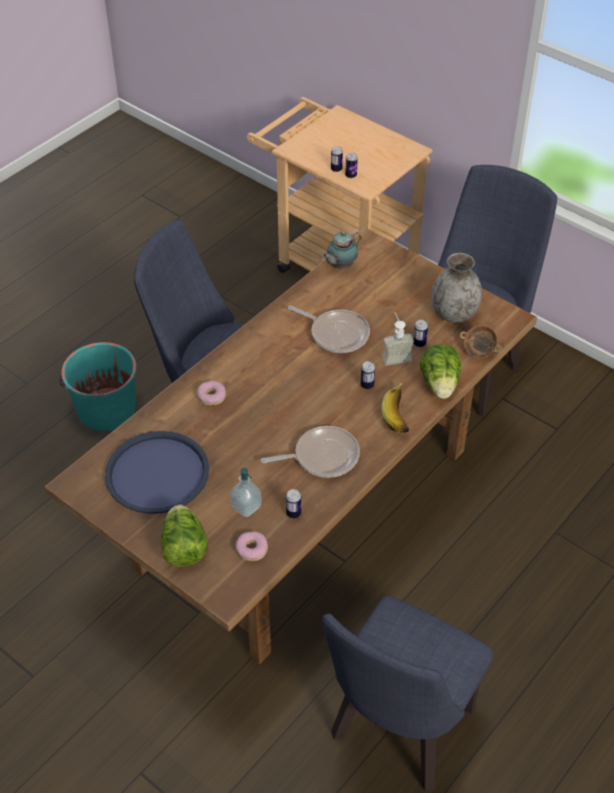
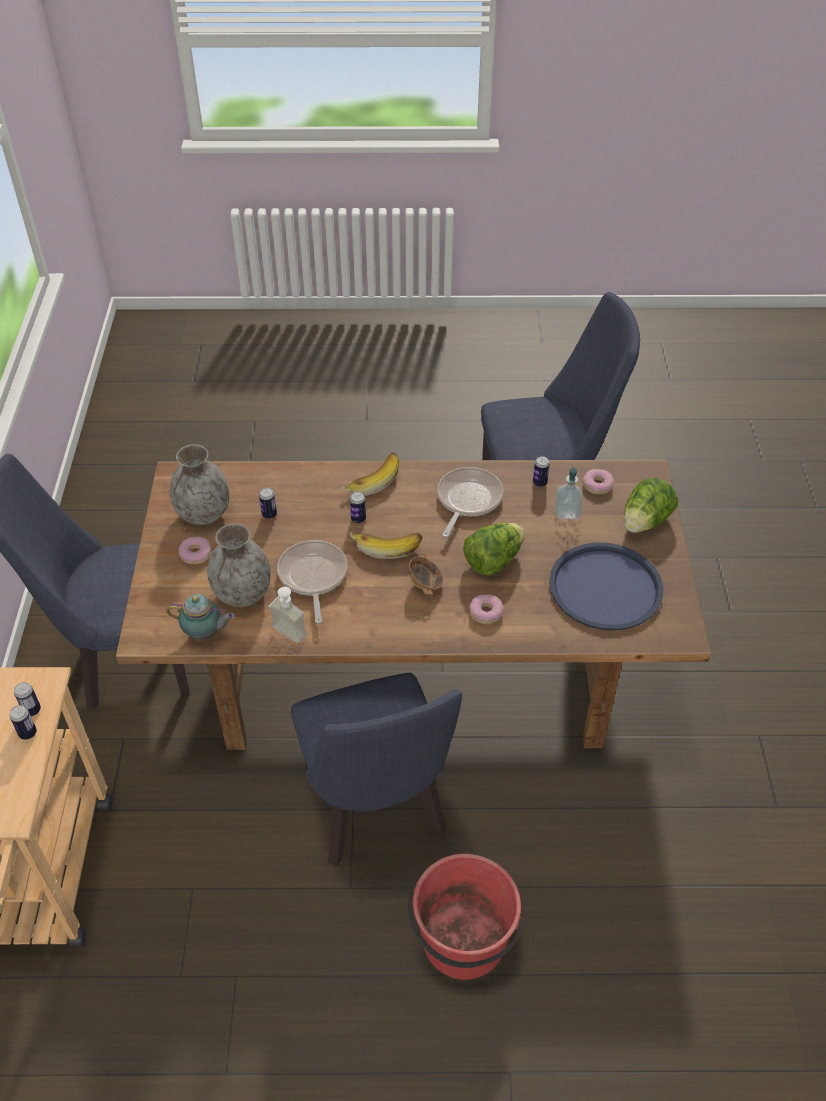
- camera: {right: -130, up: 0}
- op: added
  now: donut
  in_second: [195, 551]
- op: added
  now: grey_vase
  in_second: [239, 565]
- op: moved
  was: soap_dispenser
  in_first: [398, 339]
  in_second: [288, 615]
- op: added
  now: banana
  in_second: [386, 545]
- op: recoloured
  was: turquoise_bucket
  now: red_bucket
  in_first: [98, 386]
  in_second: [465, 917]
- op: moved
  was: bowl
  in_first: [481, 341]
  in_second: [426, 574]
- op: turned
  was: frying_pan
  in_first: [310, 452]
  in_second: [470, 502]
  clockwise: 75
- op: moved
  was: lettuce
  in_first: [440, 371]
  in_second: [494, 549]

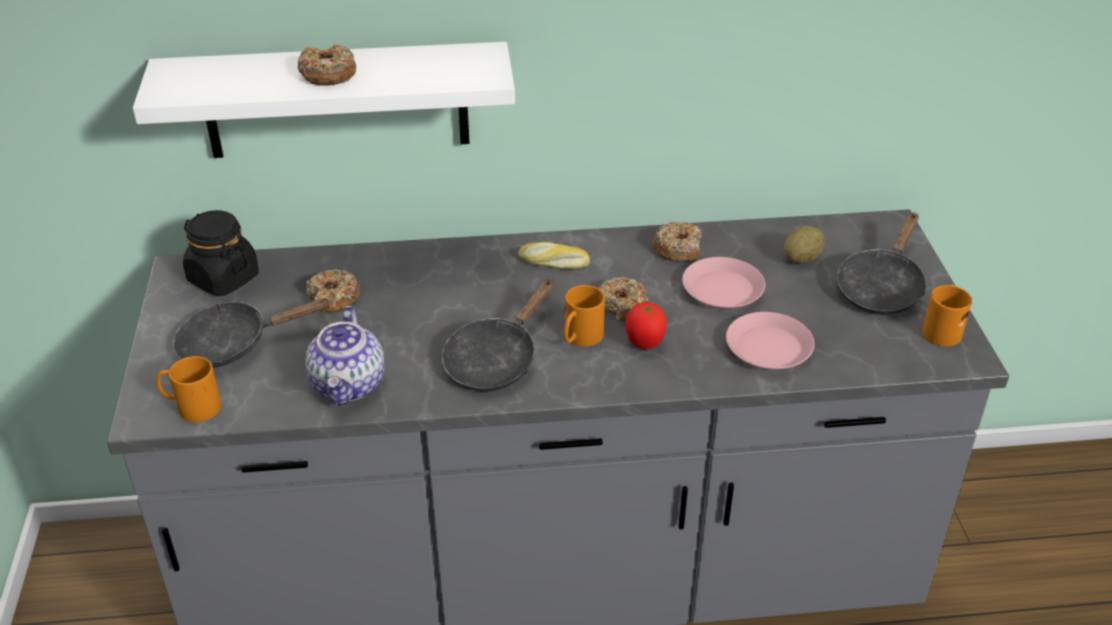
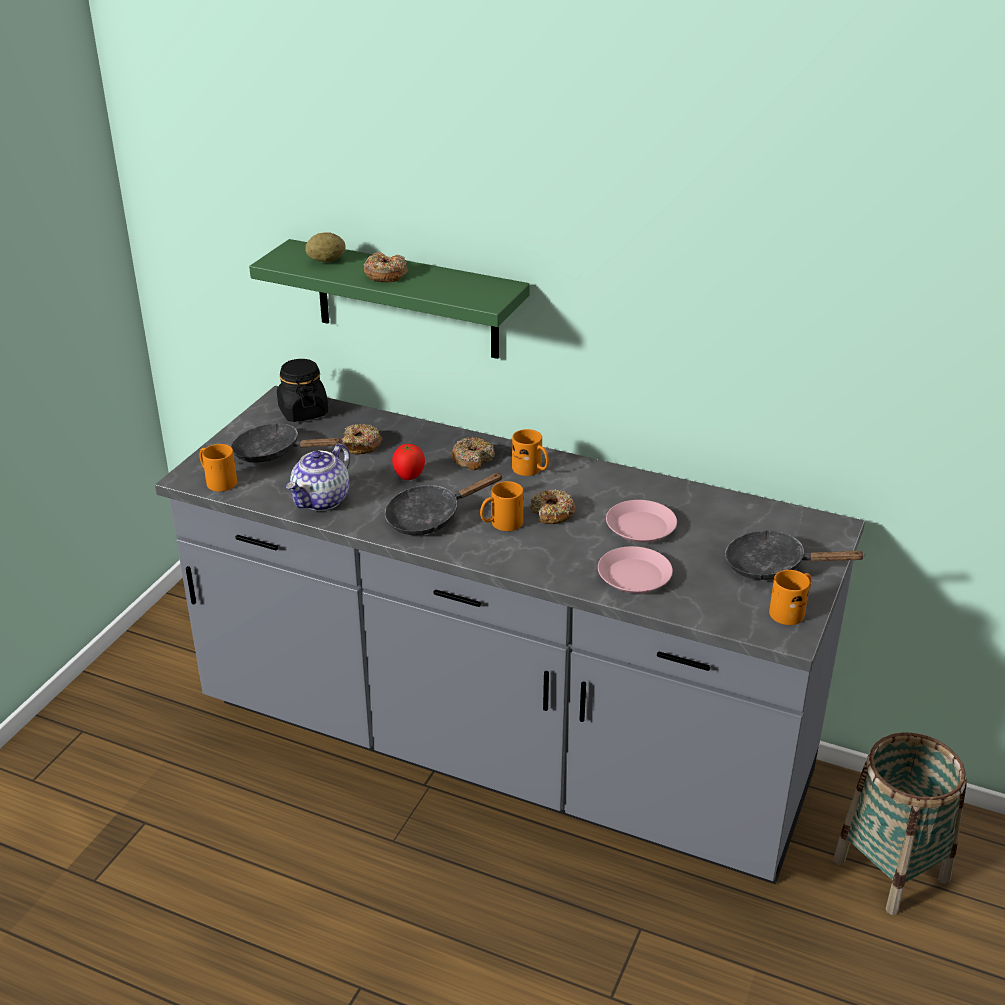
- camera: {right: 30, up: -5}
- op: recoloured
  was: white_shelf
  now: green_shelf
  in_first: [324, 100]
  in_second: [389, 299]
- op: moved
  was: potato
  in_first: [804, 244]
  in_second: [325, 247]
- op: moved
  was: tomato
  in_first: [646, 325]
  in_second: [408, 462]
- op: moved
  was: donut
  in_first: [677, 242]
  in_second: [473, 453]
- op: replaced
  was: bread
  now: orange_mug
  in_first: [554, 255]
  in_second: [530, 452]
- op: turned
  was: black_frying_pan
  in_first: [881, 263]
  in_second: [795, 555]
  clockwise: 45
- op: added
  now: basket
  in_second: [900, 823]

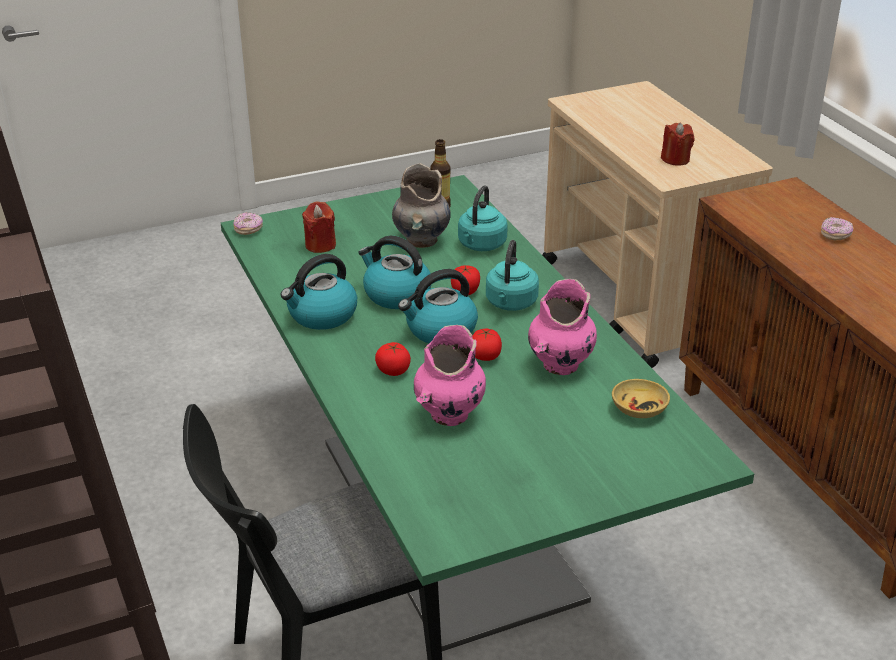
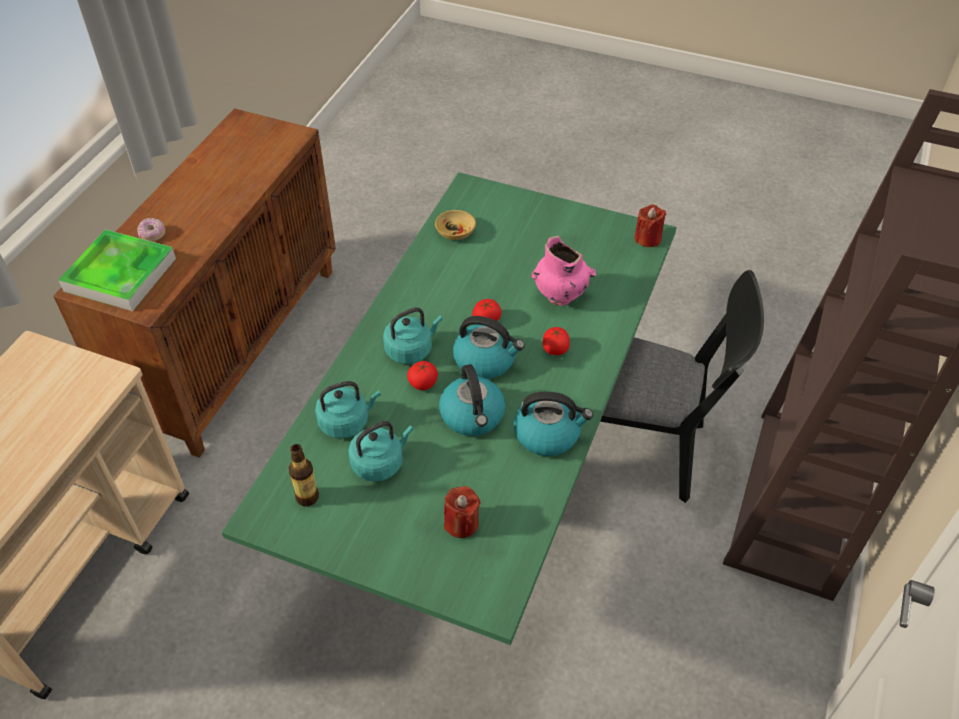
- camera: {right: -135, up: 15}
- op: added
  now: tray
  in_second: [117, 270]
- op: replaced
  was: grey_vase
  now: turquoise_kettle
  in_first: [421, 205]
  in_second: [380, 451]
- op: moved
  was: red_candle
  in_first: [677, 144]
  in_second: [650, 225]
- op: removed
  was: donut
  in_first: [248, 223]
- op: removed
  was: pink_vase
  in_first: [562, 327]

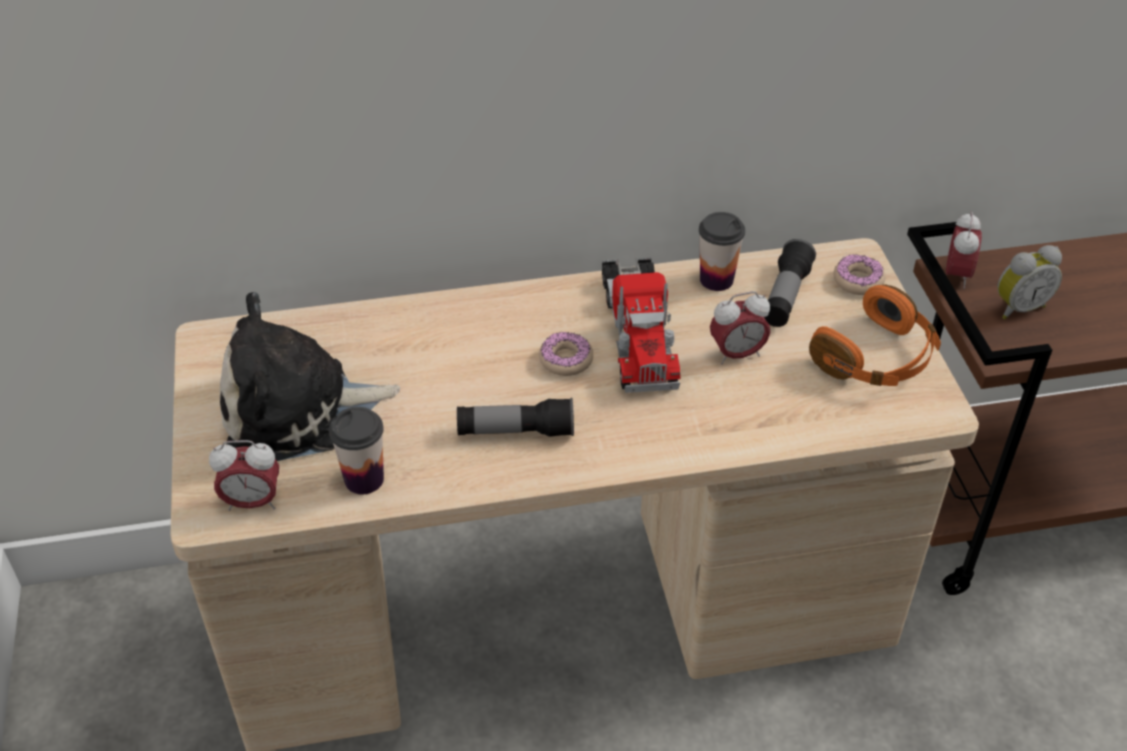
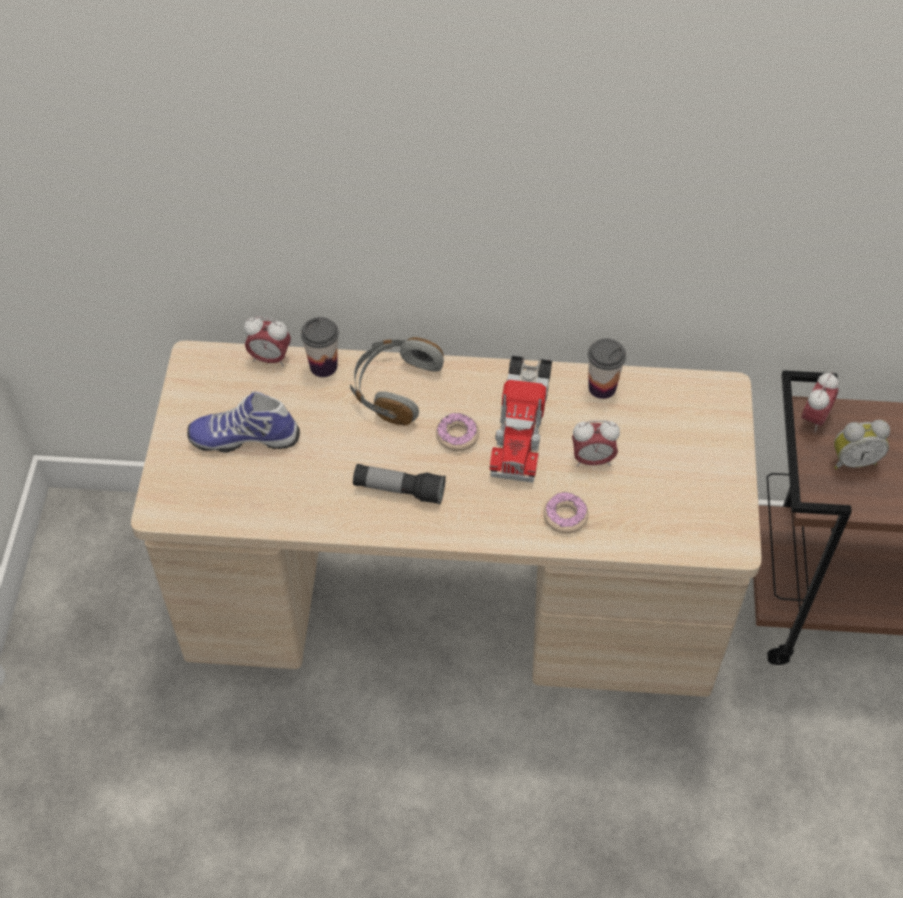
- camera: {right: 15, up: 10}
- op: replaced
  was: plush_toy
  now: shoe
  in_first: [310, 376]
  in_second: [243, 422]
- op: moved
  was: alarm_clock
  in_first: [244, 475]
  in_second: [267, 341]
- op: moved
  was: cup
  in_first: [356, 451]
  in_second: [320, 347]
- op: added
  now: grey_headphones
  in_second: [397, 381]
- op: moved
  was: donut
  in_first: [859, 274]
  in_second: [566, 513]
- op: removed
  was: flashlight
  in_first: [790, 283]
- op: removed
  was: orange_headphones
  in_first: [875, 335]

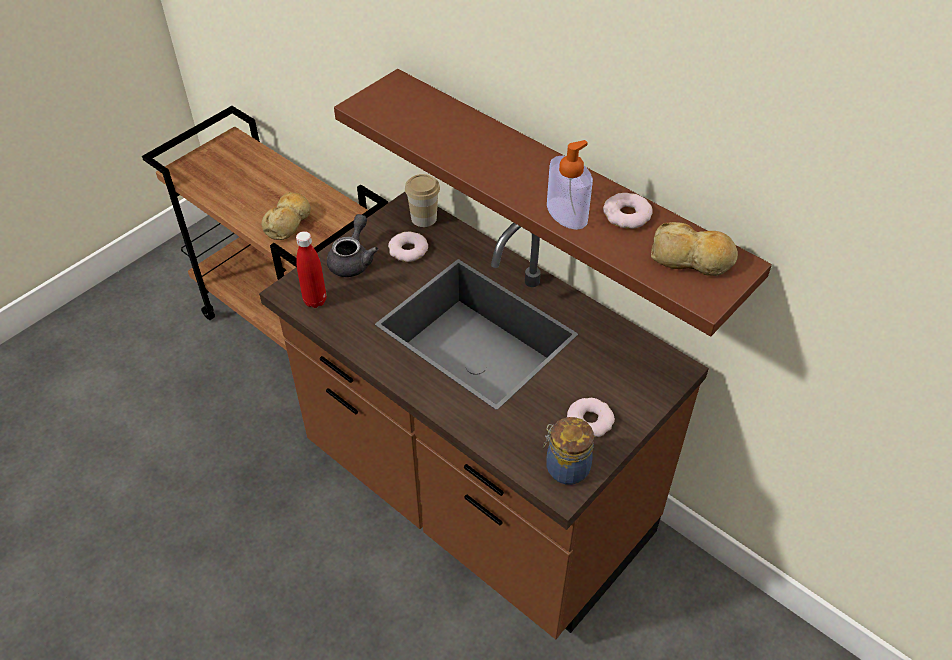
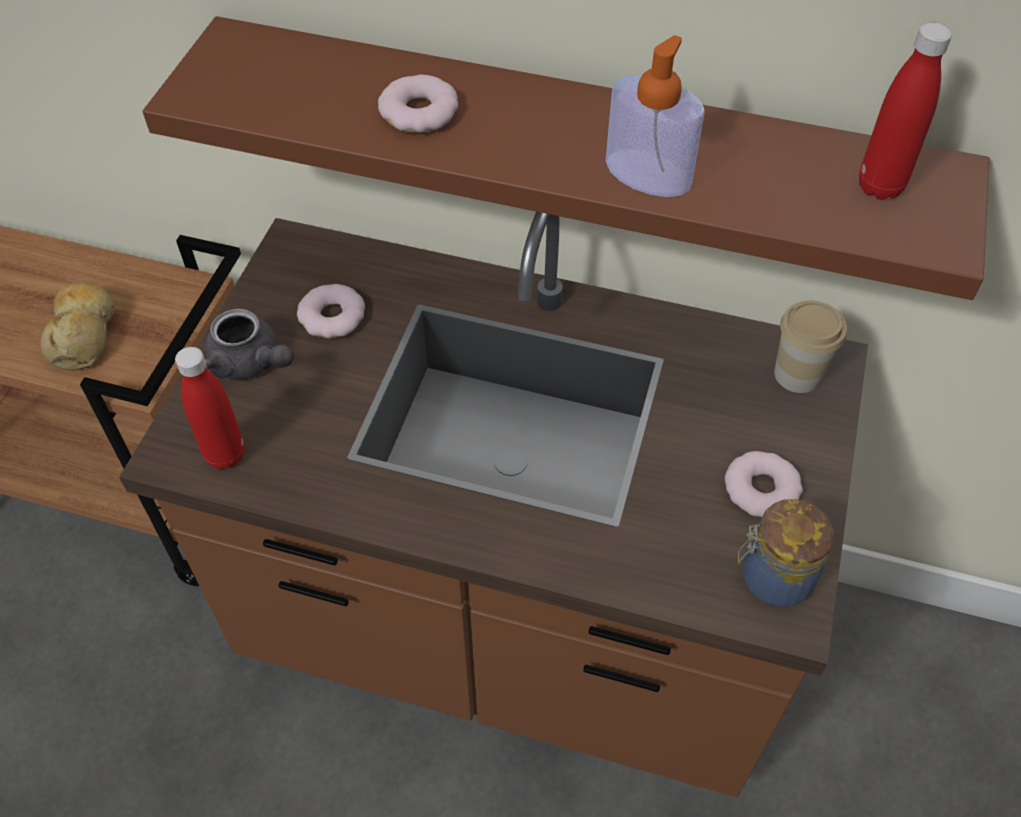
- camera: {right: -25, up: 5}
- op: turned
  was: grey_teapot
  in_first: [352, 245]
  in_second: [249, 344]
  clockwise: 135
- op: moved
  was: donut
  in_first: [628, 211]
  in_second: [418, 103]
- op: moved
  was: cup
  in_first: [422, 200]
  in_second: [810, 346]
- op: replaced
  was: bread
  now: red_bottle
  in_first: [694, 249]
  in_second: [905, 111]

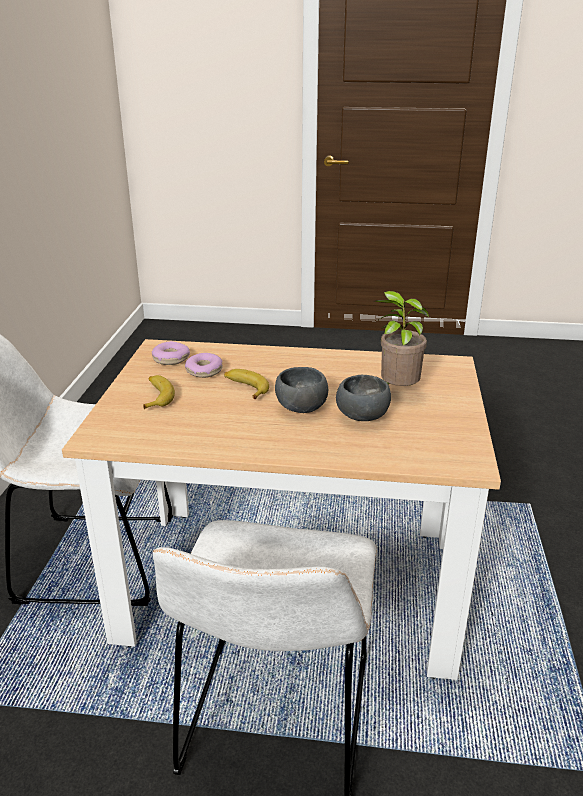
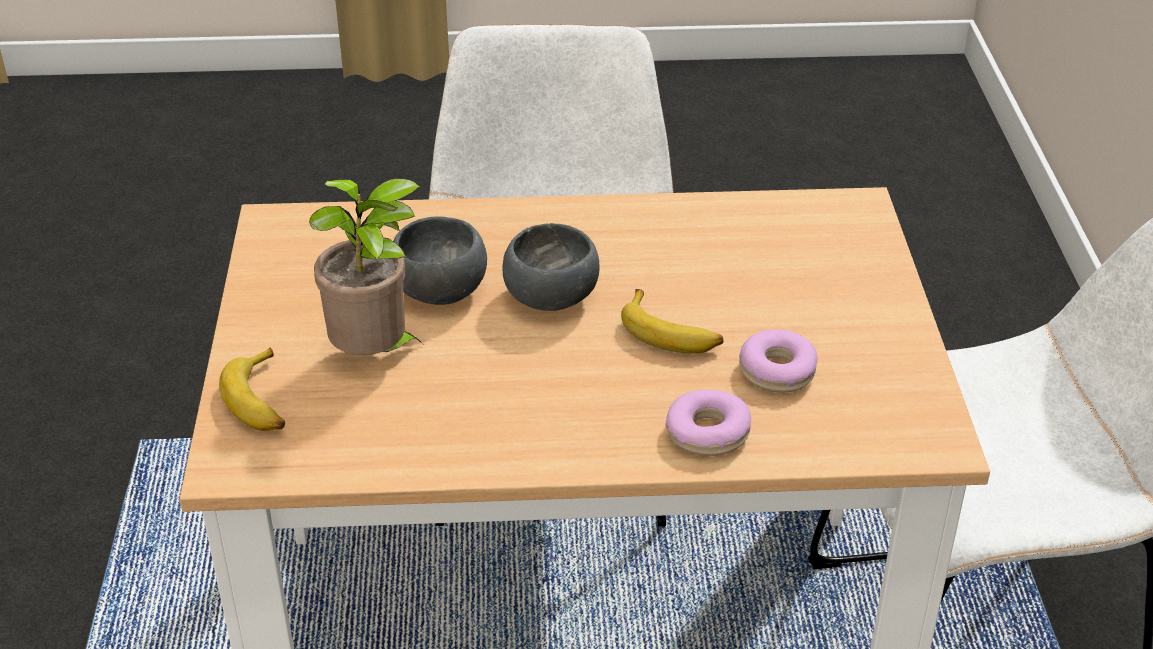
- camera: {right: 170, up: 10}
- op: moved
  was: banana
  in_first: [159, 392]
  in_second: [252, 389]
- op: moved
  was: donut
  in_first: [171, 353]
  in_second: [708, 422]

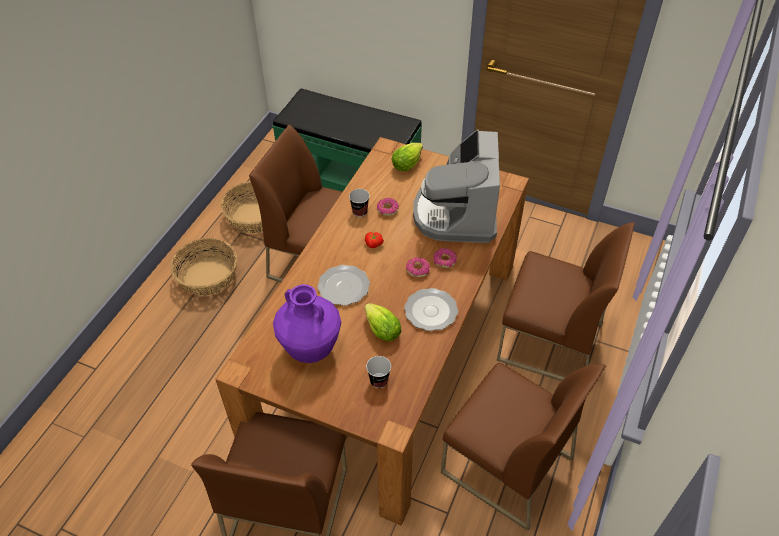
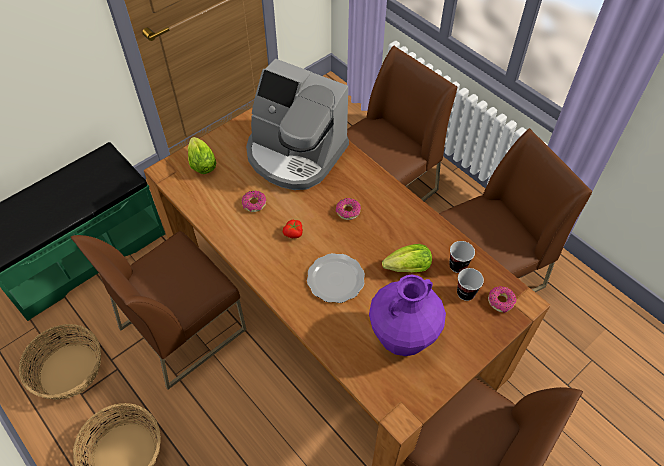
- camera: {right: -65, up: 5}
- op: moved
  was: cup
  in_first: [359, 203]
  in_second: [462, 257]
- op: moved
  was: donut
  in_first: [445, 258]
  in_second: [502, 299]
- op: removed
  was: plate
  in_first: [431, 309]

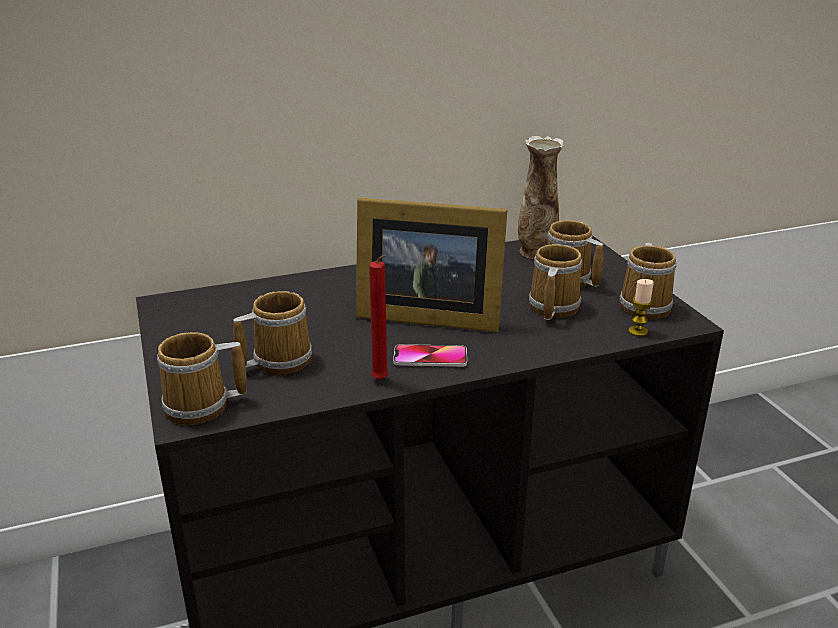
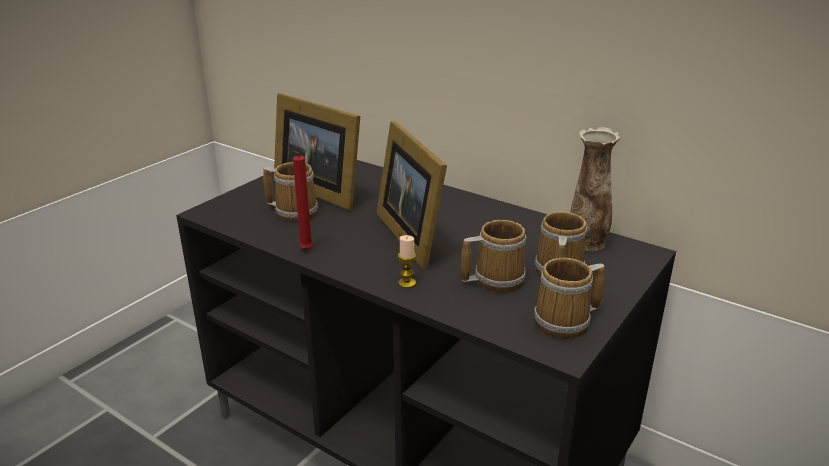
- camera: {right: 55, up: 0}
- op: added
  now: picture_frame
  in_second: [317, 152]
- op: moved
  was: candle
  in_first: [641, 307]
  in_second: [407, 261]
- op: removed
  was: mug
  in_first: [202, 378]
- op: removed
  was: phone
  in_first: [430, 355]

